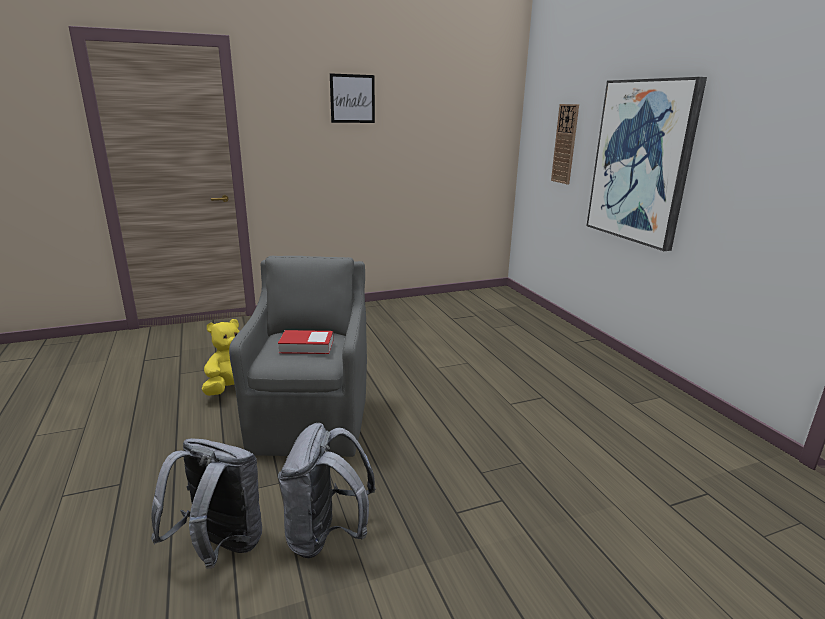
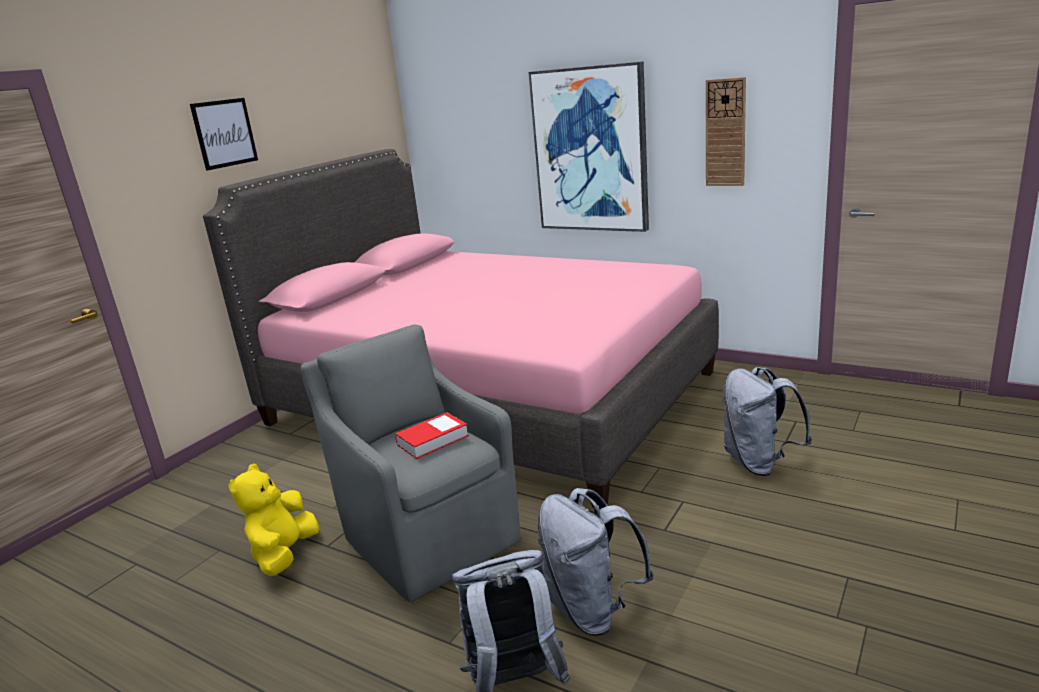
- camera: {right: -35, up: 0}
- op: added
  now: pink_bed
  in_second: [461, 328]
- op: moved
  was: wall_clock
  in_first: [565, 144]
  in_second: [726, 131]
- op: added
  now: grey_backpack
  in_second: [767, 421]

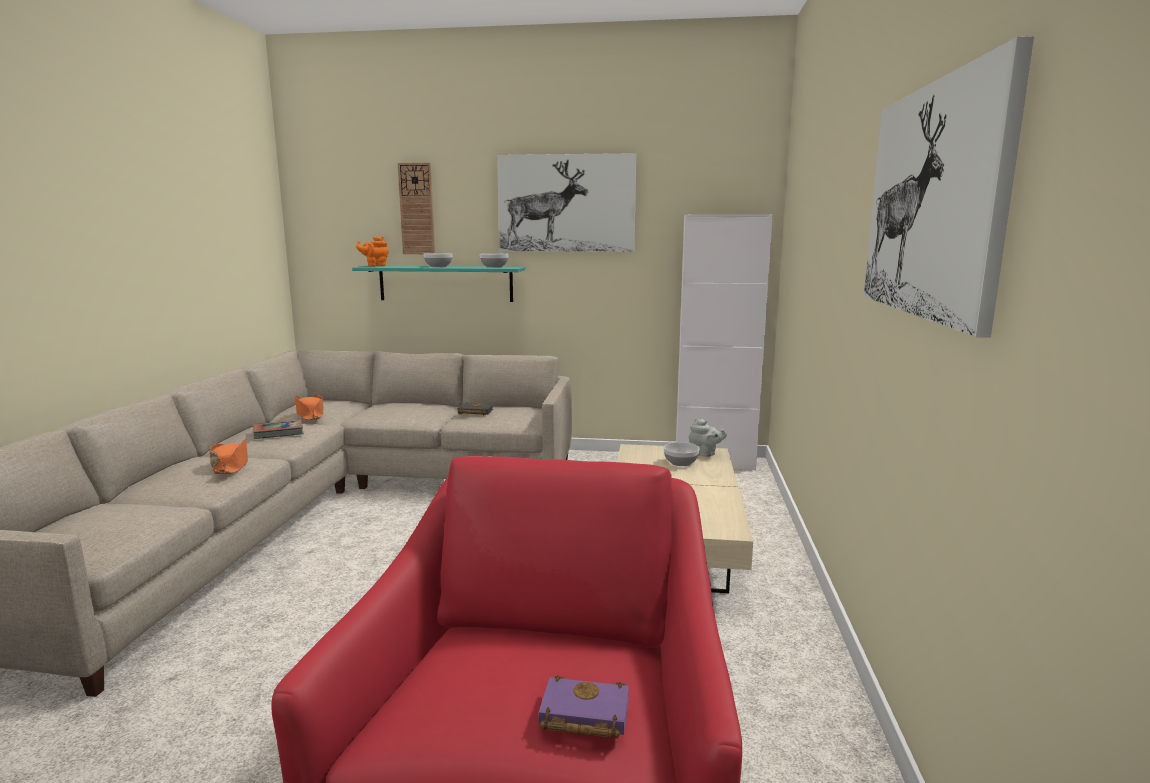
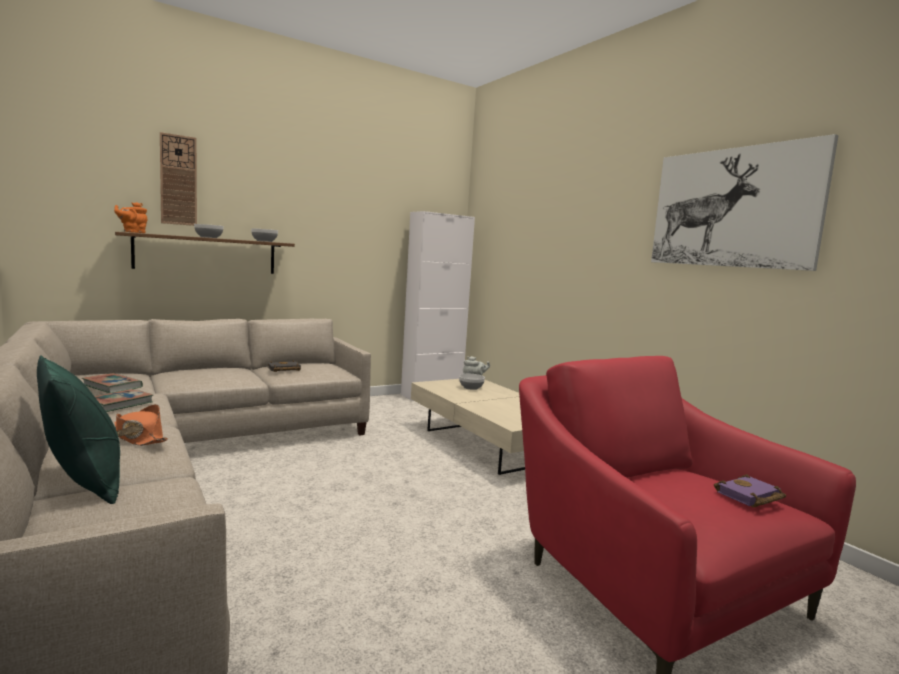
- camera: {right: -40, up: -5}
- op: added
  now: green_pillow
  in_second: [78, 429]
- op: replaced
  was: orange_hat
  now: book
  in_first: [309, 407]
  in_second: [112, 383]
- op: recoloured
  was: turquoise_shelf
  now: brown_shelf
  in_first: [438, 284]
  in_second: [205, 253]
- op: removed
  was: picture
  in_first: [566, 202]

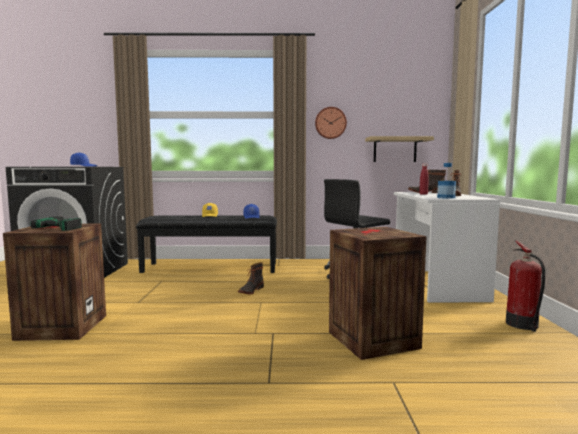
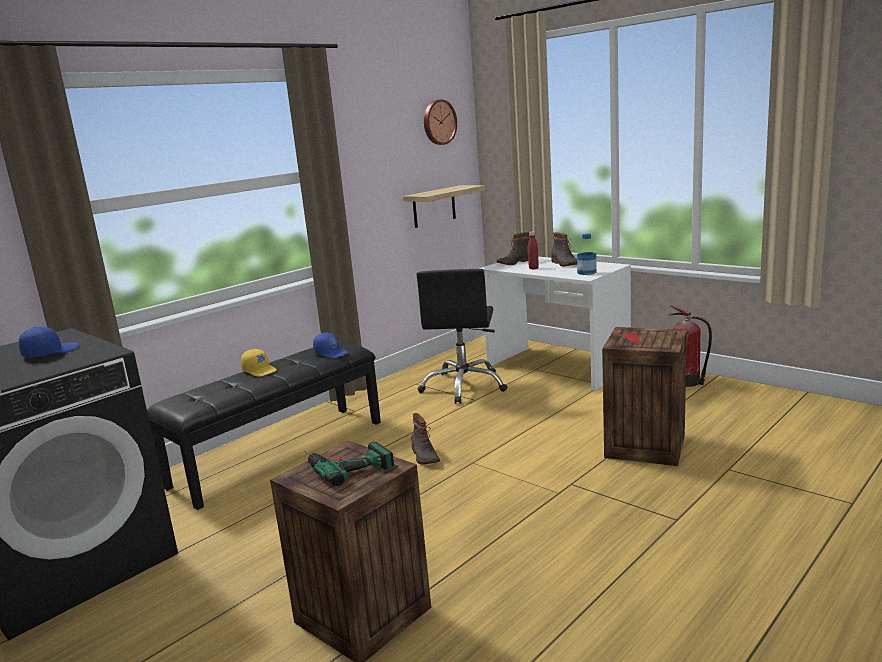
- camera: {right: -45, up: 10}
- op: moved
  was: wall_clock
  in_first: [331, 123]
  in_second: [440, 122]

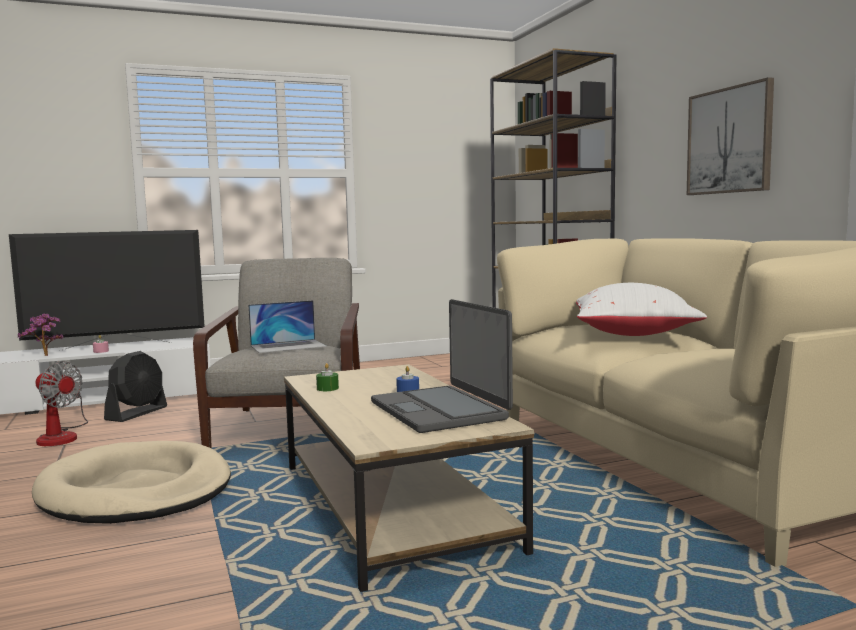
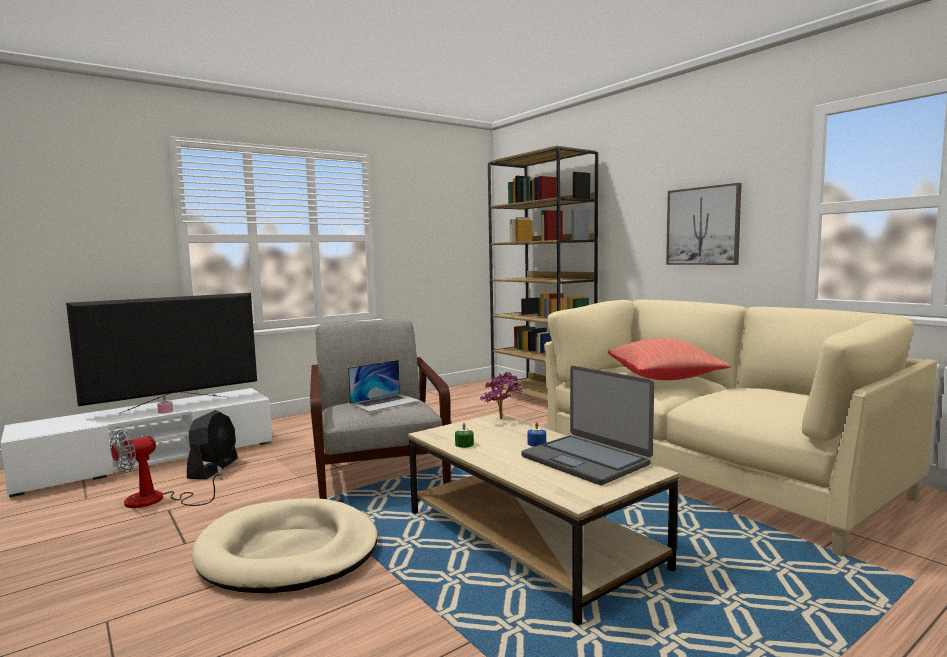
- camera: {right: -15, up: 0}
- op: turned
  was: fan
  in_first: [61, 403]
  in_second: [166, 469]
  clockwise: 120
- op: moved
  was: potted_plant
  in_first: [41, 335]
  in_second: [501, 395]
- op: recoloured
  was: white_pillow
  now: red_pillow
  in_first: [641, 309]
  in_second: [669, 359]

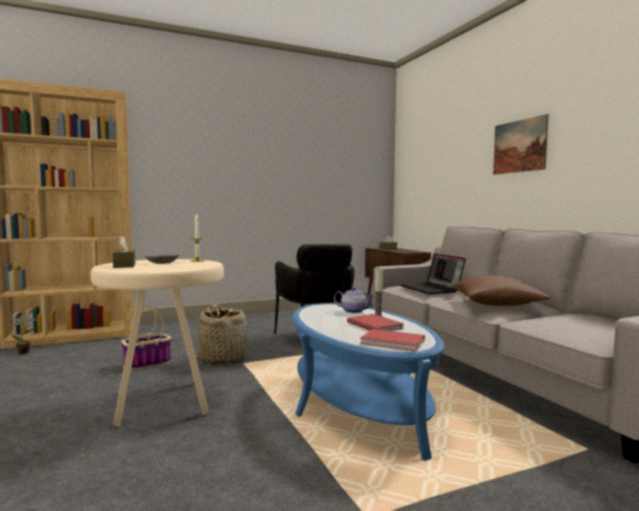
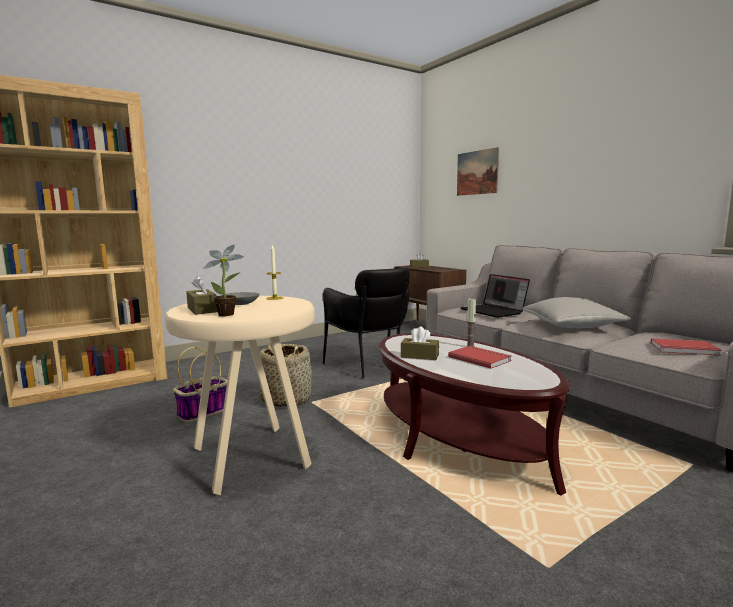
- camera: {right: -10, up: 5}
- op: moved
  was: potted_plant
  in_first: [24, 334]
  in_second: [223, 280]
- op: recoloured
  was: blue_coffee_table
  now: brown_coffee_table
  in_first: [368, 382]
  in_second: [474, 415]
- op: added
  now: brown_tissue_box
  in_second: [420, 343]
- op: moved
  was: picture
  in_first: [521, 144]
  in_second: [478, 171]
- op: recoloured
  was: brown_pillow
  now: grey_pillow
  in_first: [501, 290]
  in_second: [576, 312]
- op: moved
  was: red_book
  in_first: [392, 340]
  in_second: [686, 347]
- op: removed
  was: teapot
  in_first: [354, 300]

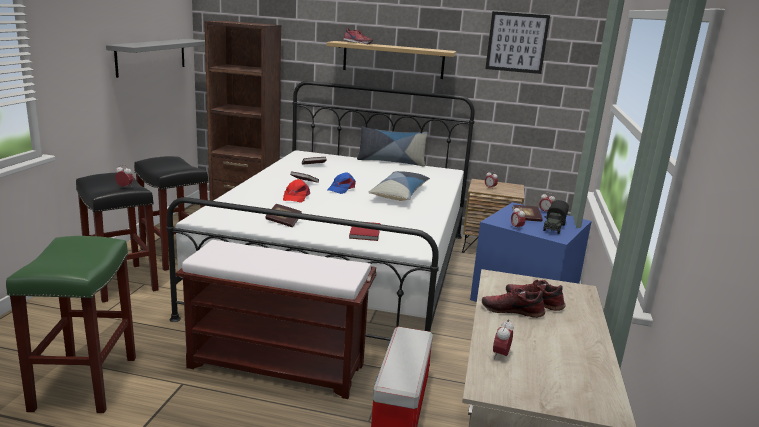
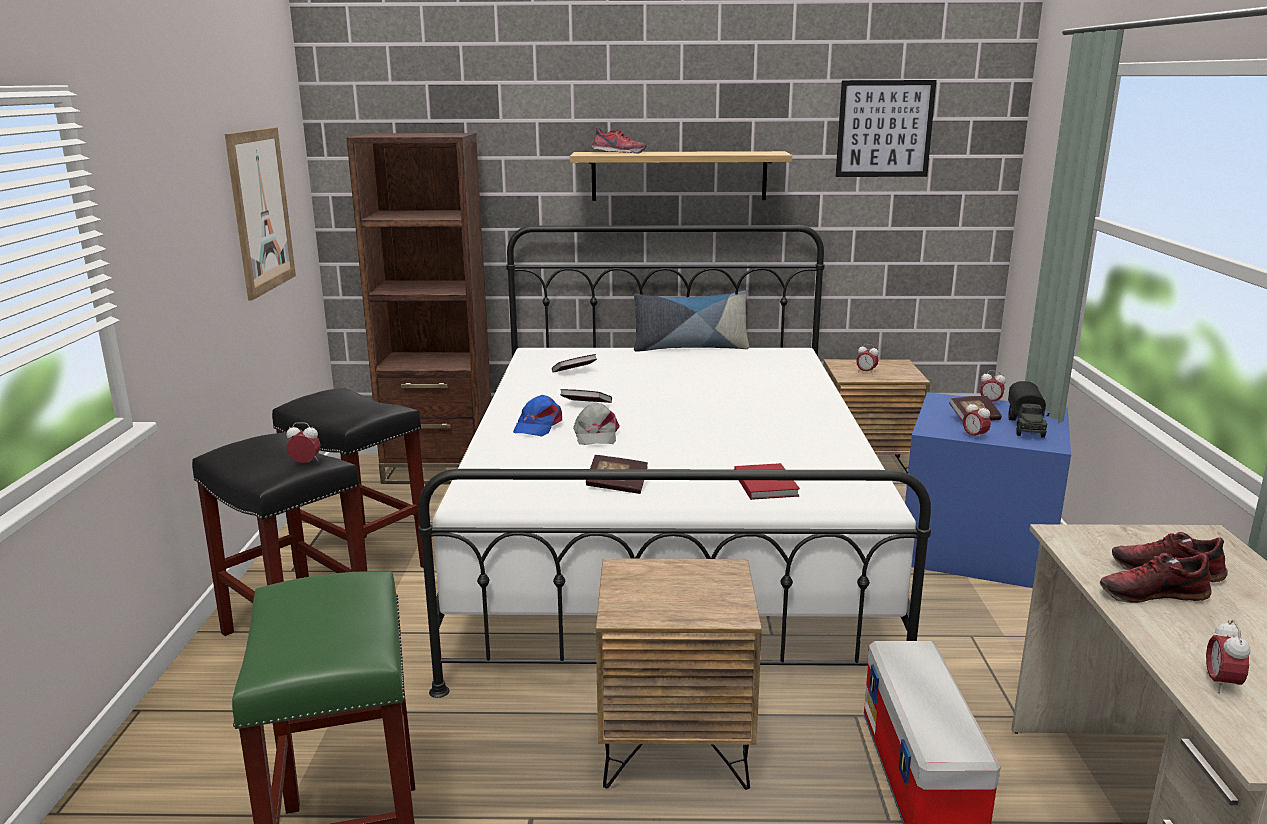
- camera: {right: -10, up: 0}
- op: replaced
  was: grey_shelf
  now: picture
  in_first: [155, 58]
  in_second: [260, 214]
- op: moved
  was: blue_cap
  in_first: [341, 183]
  in_second: [537, 416]
- op: recoloured
  was: red_cap
  now: grey_cap
  in_first: [296, 191]
  in_second: [596, 424]
- op: replaced
  was: brown_bench
  now: brown_nightstand
  in_first: [276, 319]
  in_second: [679, 674]
- op: removed
  was: pillow
  in_first: [399, 186]

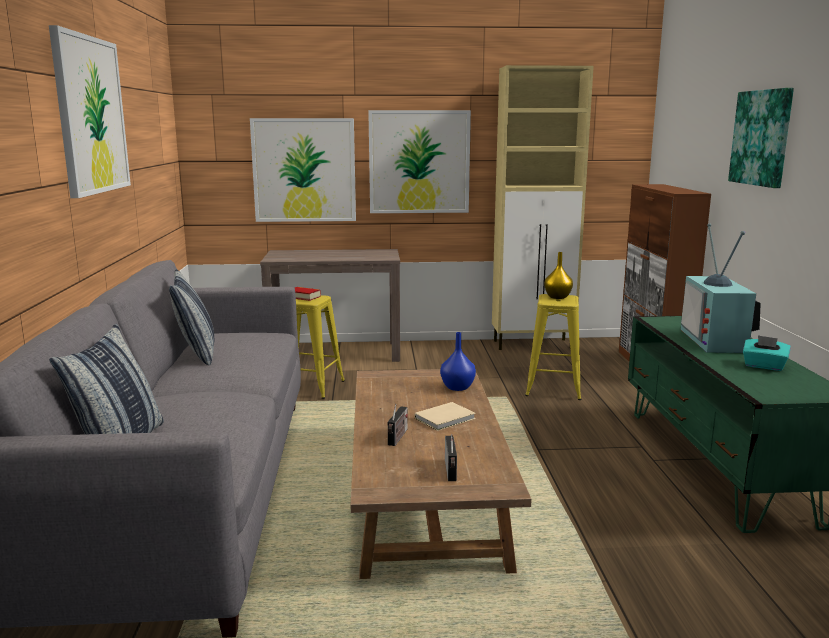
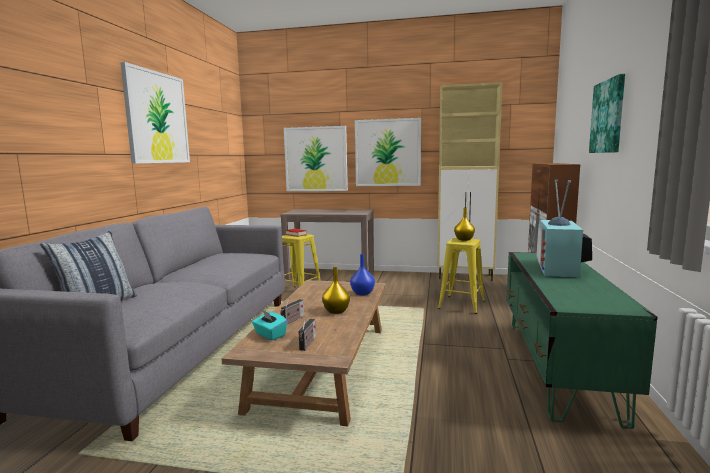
- camera: {right: 15, up: -5}
- op: moved
  was: turquoise_tissue_box
  in_first: [767, 353]
  in_second: [269, 325]
- op: replaced
  was: beige_book
  now: yellow_vase
  in_first: [445, 416]
  in_second: [336, 290]
- op: removed
  was: pillow
  in_first: [191, 317]

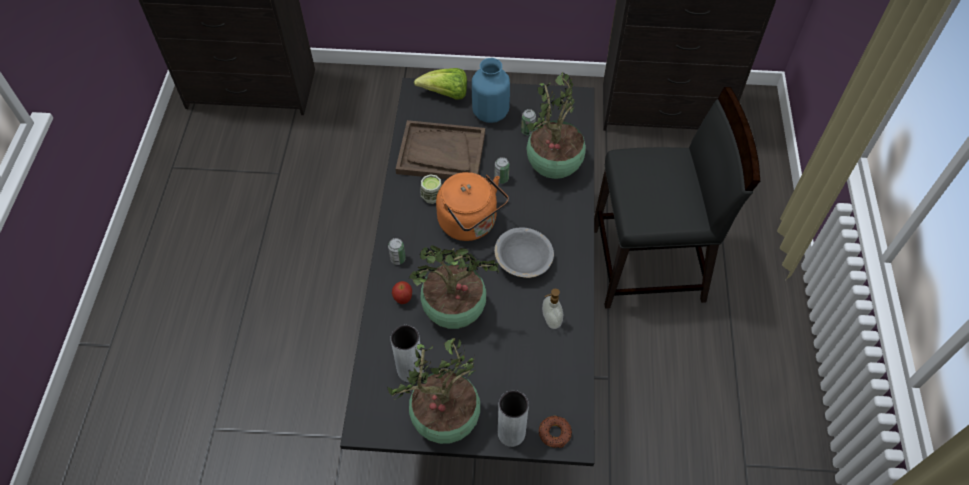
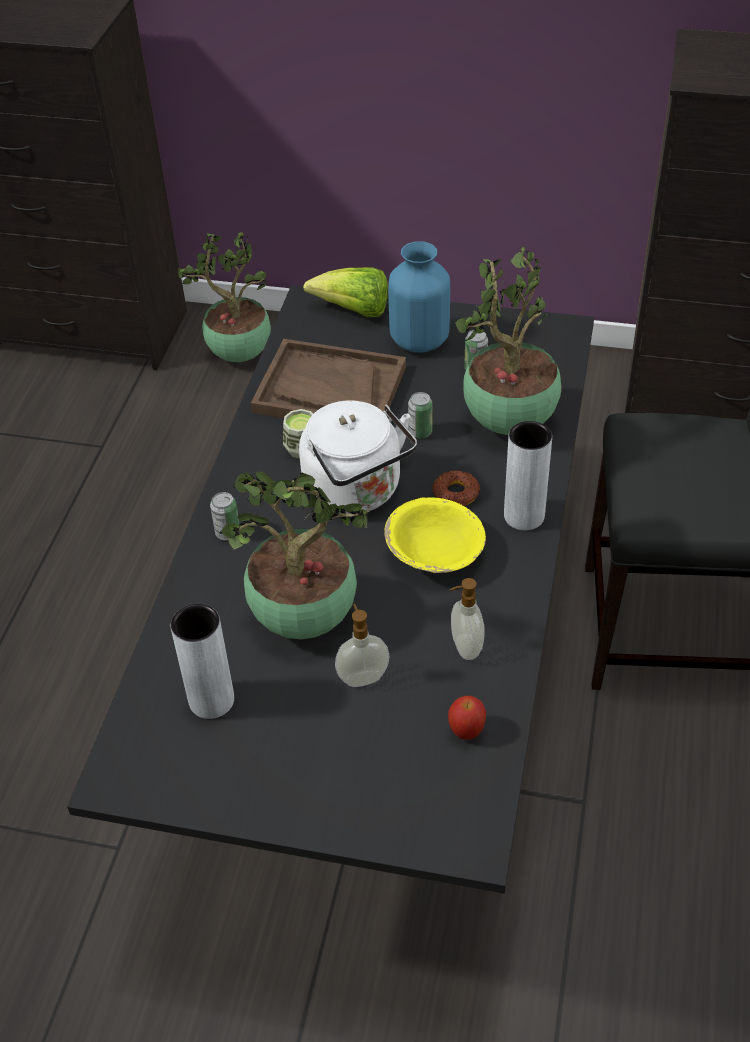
- camera: {right: 10, up: -10}
- op: moved
  was: potted_plant
  in_first: [433, 391]
  in_second: [224, 297]
- op: recoloured
  was: orange_kettle
  now: white_kettle
  in_first: [472, 206]
  in_second: [358, 457]
- op: added
  now: soap_dispenser
  in_second: [362, 645]
- op: recoloured
  was: grey_bowl
  now: yellow_bowl
  in_first: [524, 253]
  in_second: [435, 535]
- op: moved
  was: donut
  in_first: [555, 432]
  in_second: [456, 488]
- op: moved
  was: apple
  in_first: [402, 292]
  in_second: [467, 718]
- op: moved
  was: grey_vase
  in_first: [513, 418]
  in_second: [528, 475]

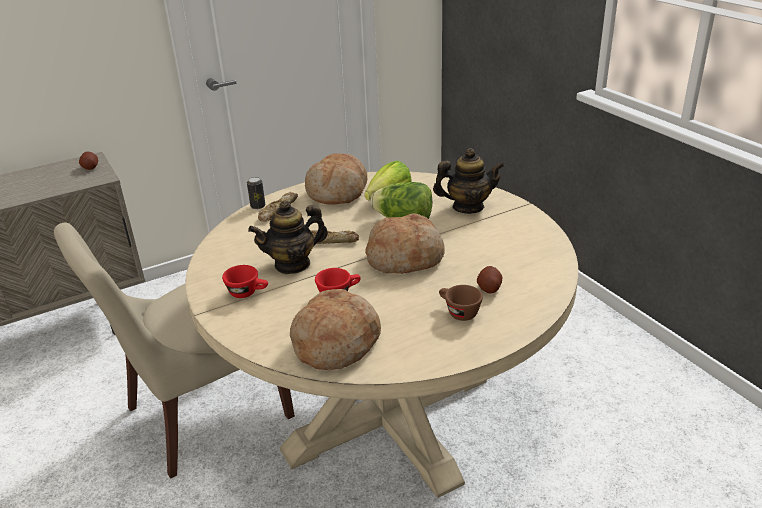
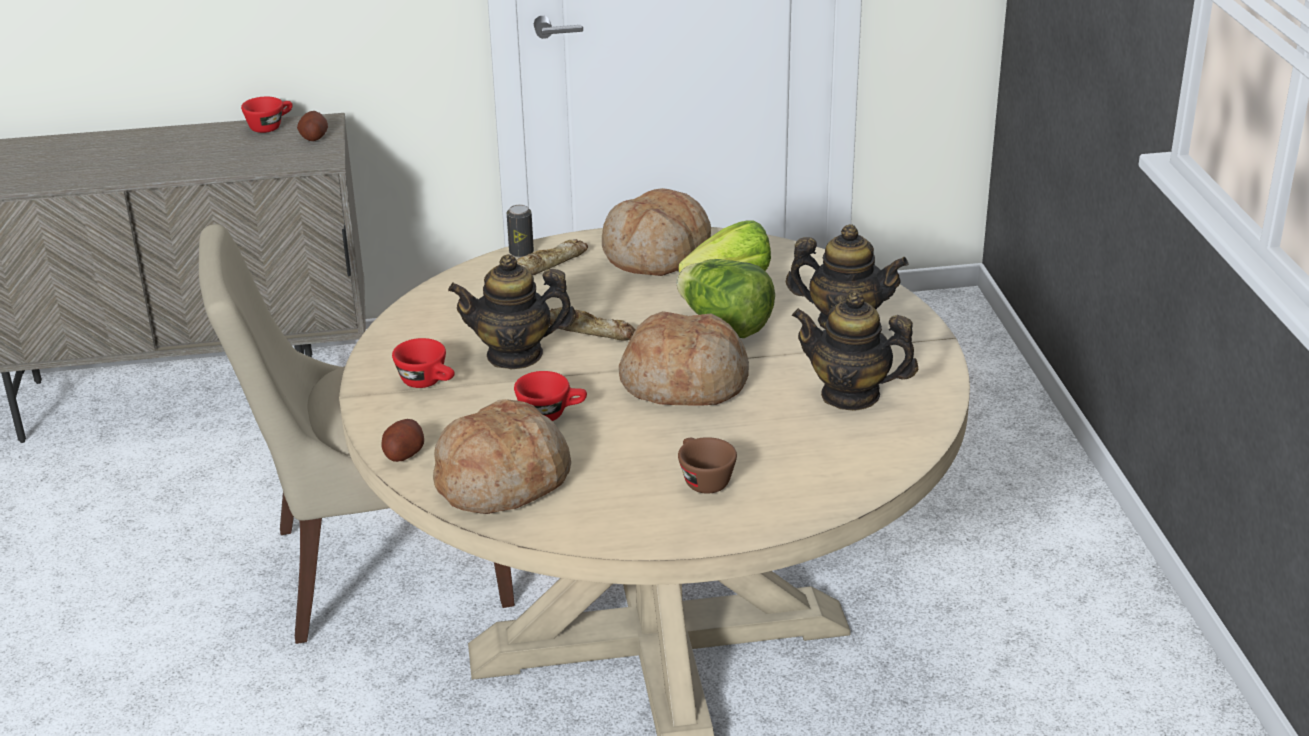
- camera: {right: 20, up: 0}
- op: added
  now: red_cup
  in_second: [267, 115]
- op: moved
  was: potato
  in_first: [490, 279]
  in_second: [403, 440]
- op: added
  now: teapot
  in_second: [855, 351]

